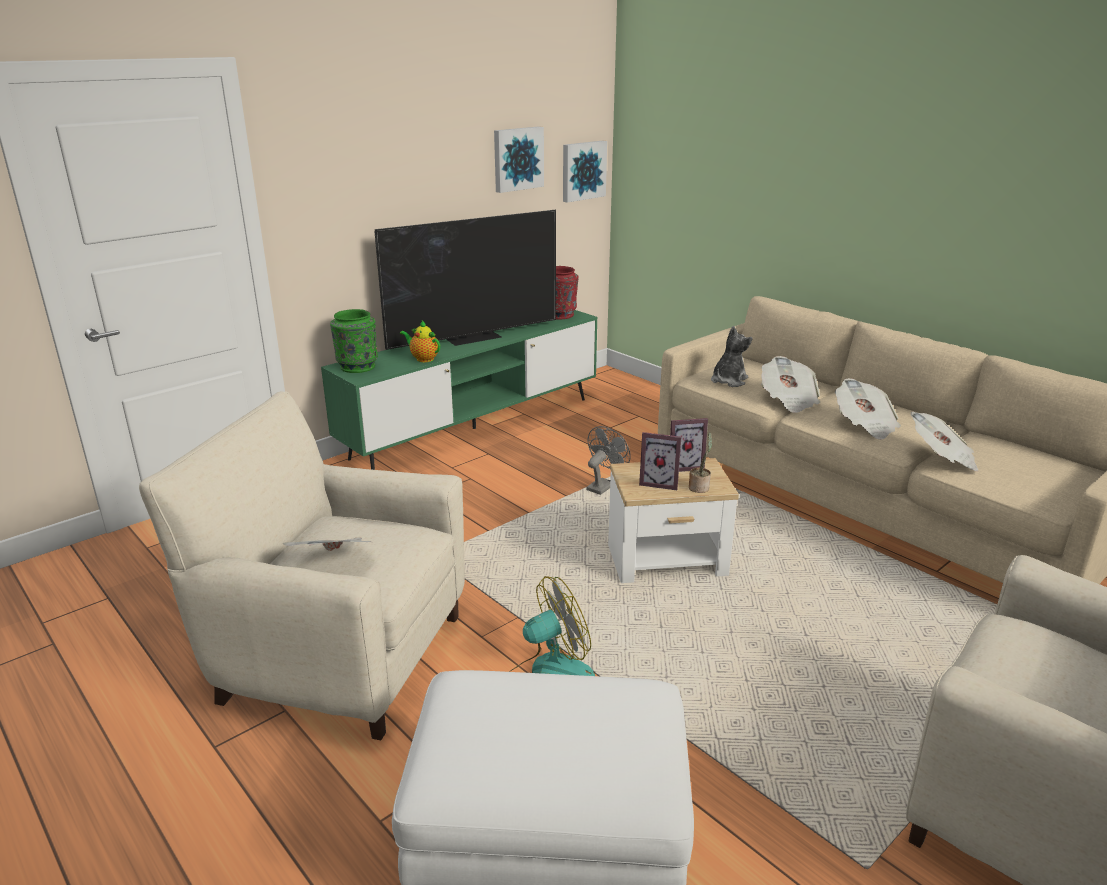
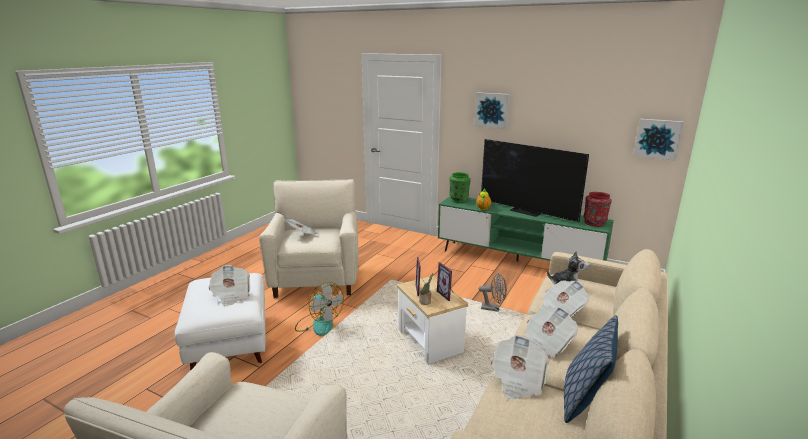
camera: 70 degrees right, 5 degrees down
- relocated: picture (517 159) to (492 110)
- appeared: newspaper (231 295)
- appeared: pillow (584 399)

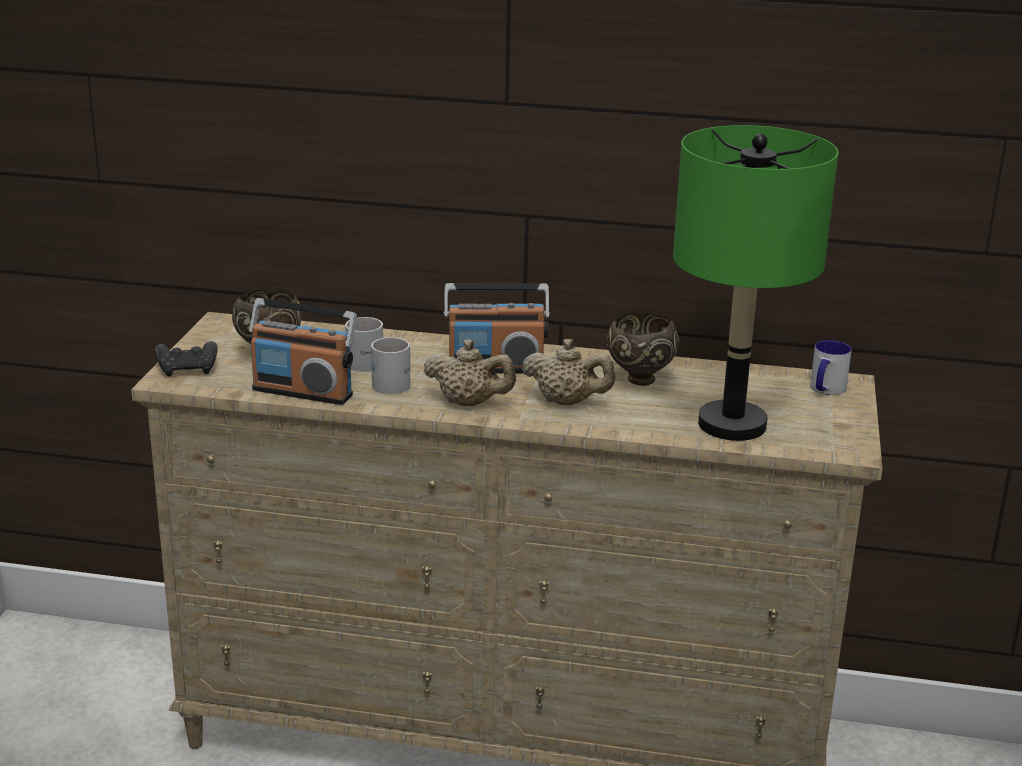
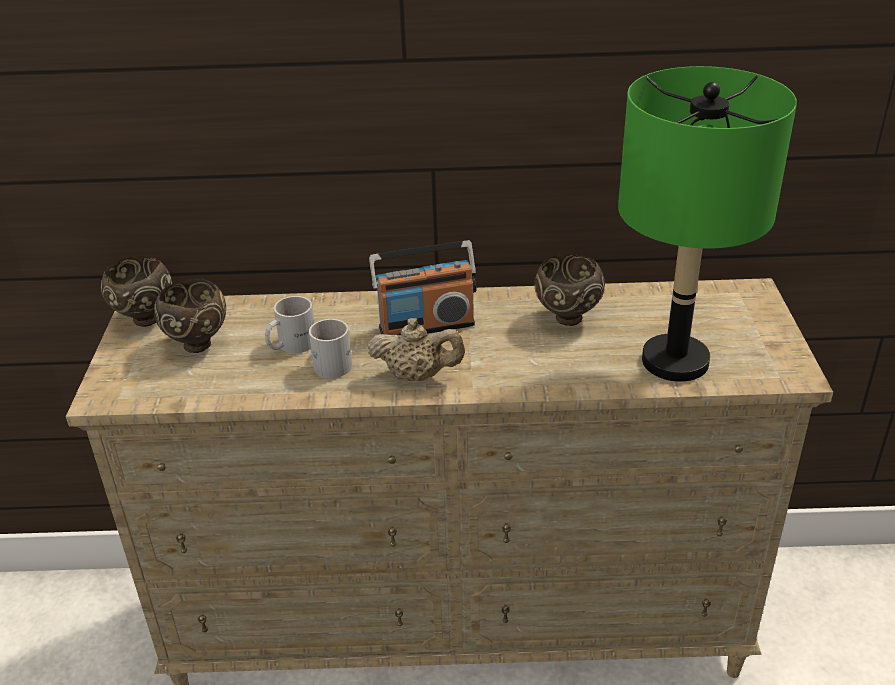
camera: 10 degrees left, 10 degrees up
- missing: game controller in black (188 370)
- missing: radio (303 392)
- missing: teapot in beige (567 402)
- missing: mug (825 390)
- appeared: bowl in brown (144 320)

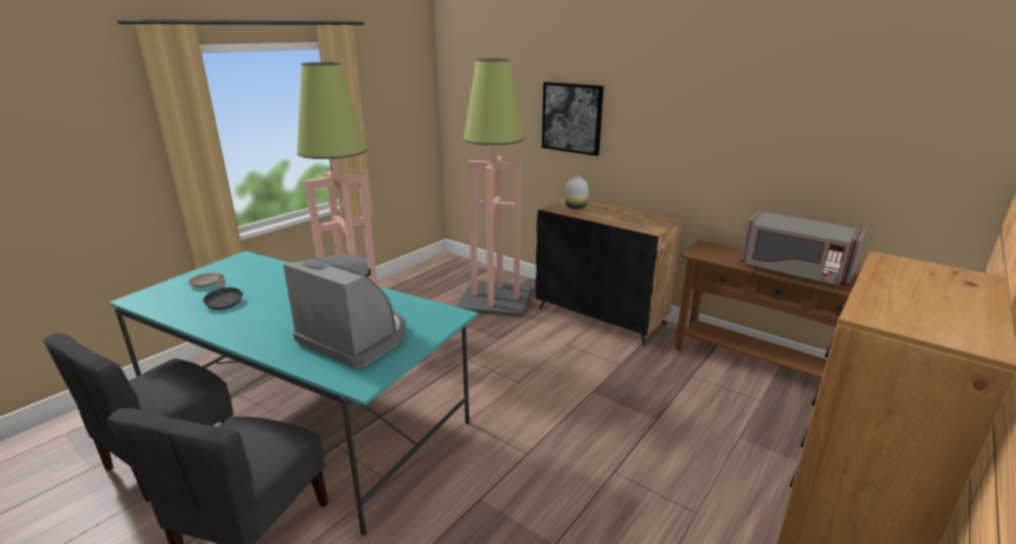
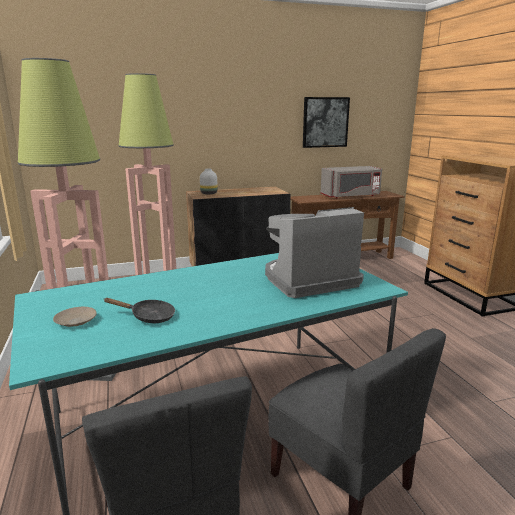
camera: 55 degrees left, 5 degrees down
- relocated: picture (572 118) to (325 122)

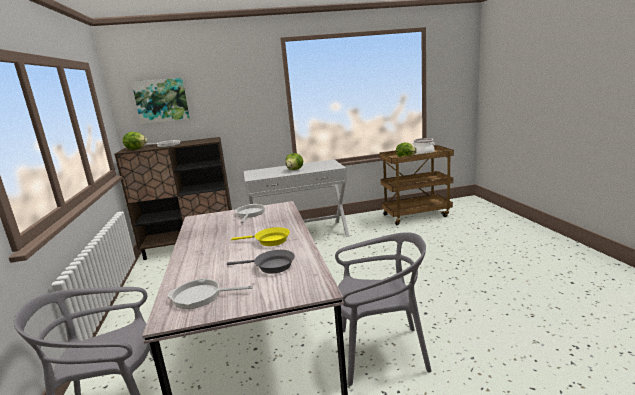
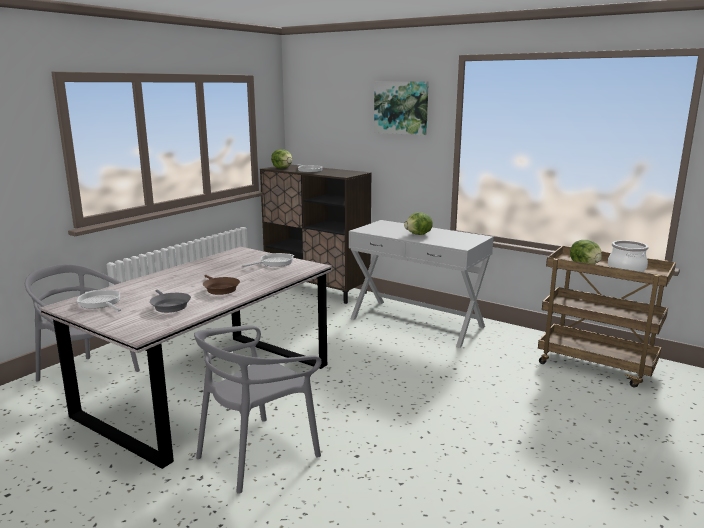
camera: 45 degrees right, 0 degrees up
- relocated: picture (161 100) to (401 107)
- colour: frying pan in yellow (269 241) to frying pan in brown (220 289)
- spun: chair in grey (381 352) = (257 454) 90 degrees clockwise

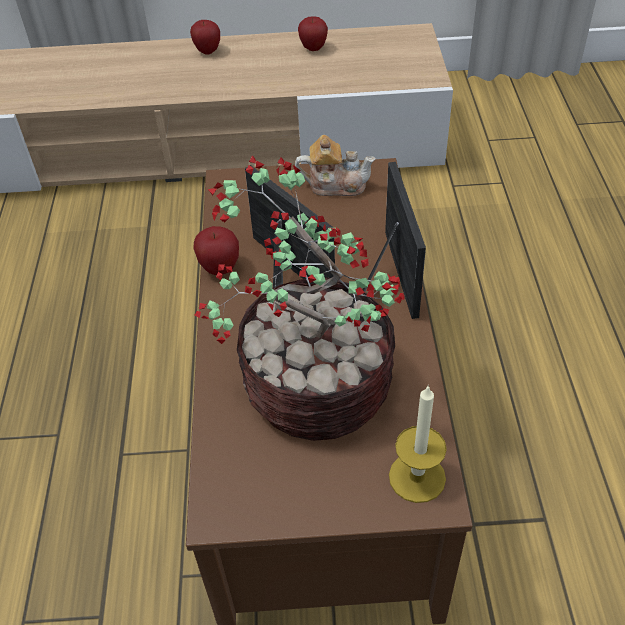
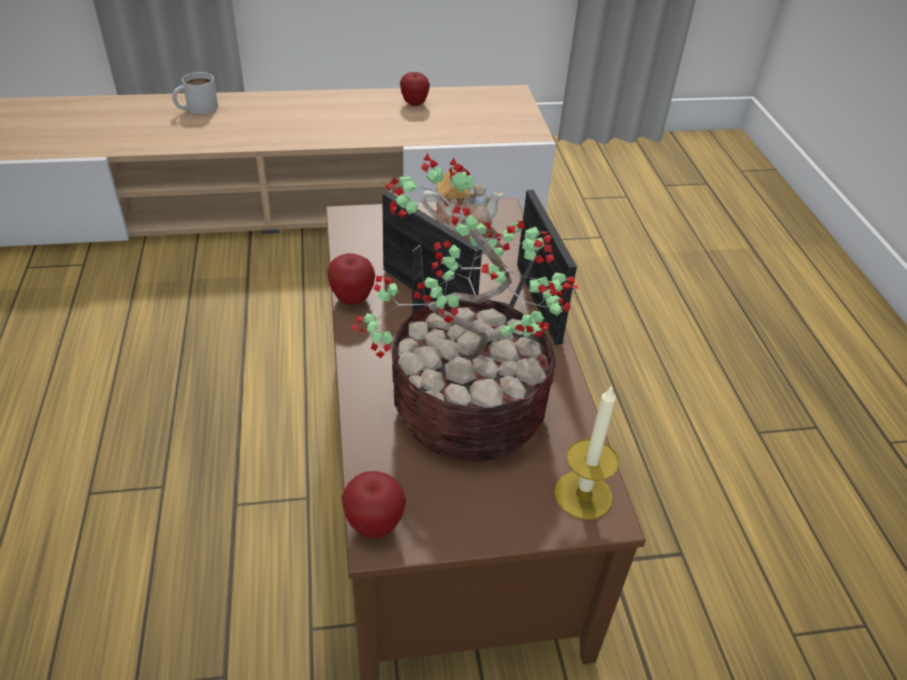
camera: 10 degrees left, 5 degrees down
- relocated: apple (208 51) to (374 525)
- appeared: mug in white (196 108)

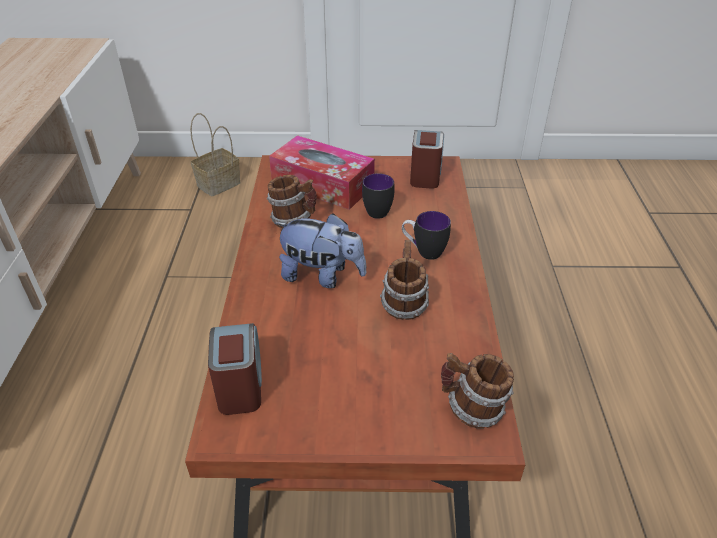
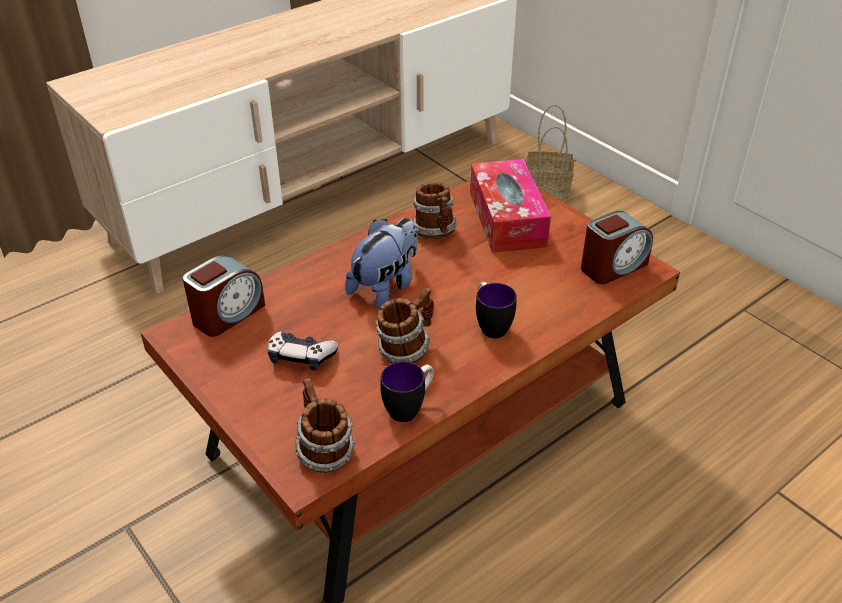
camera: 50 degrees right, 0 degrees up
- spun: plush toy (322 276) = (385 287) 120 degrees counterclockwise
- relocated: mug (377 209) to (409 408)
- appeared: game controller (301 357)

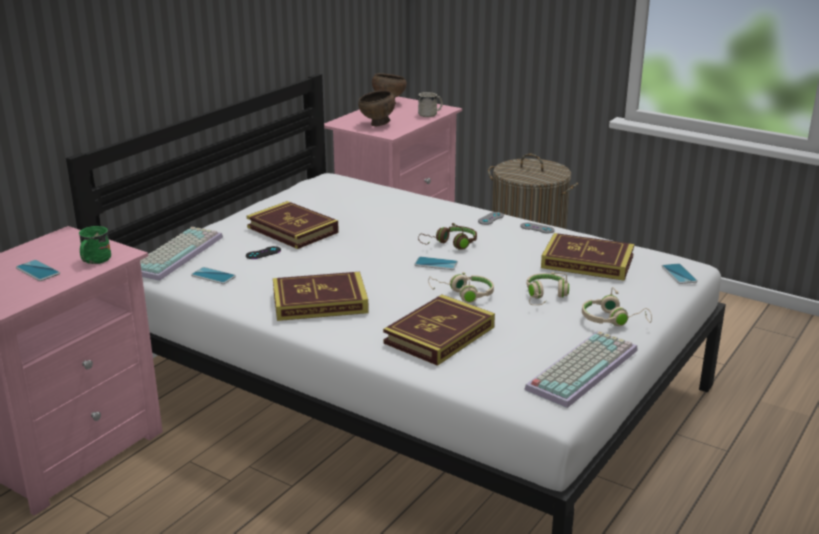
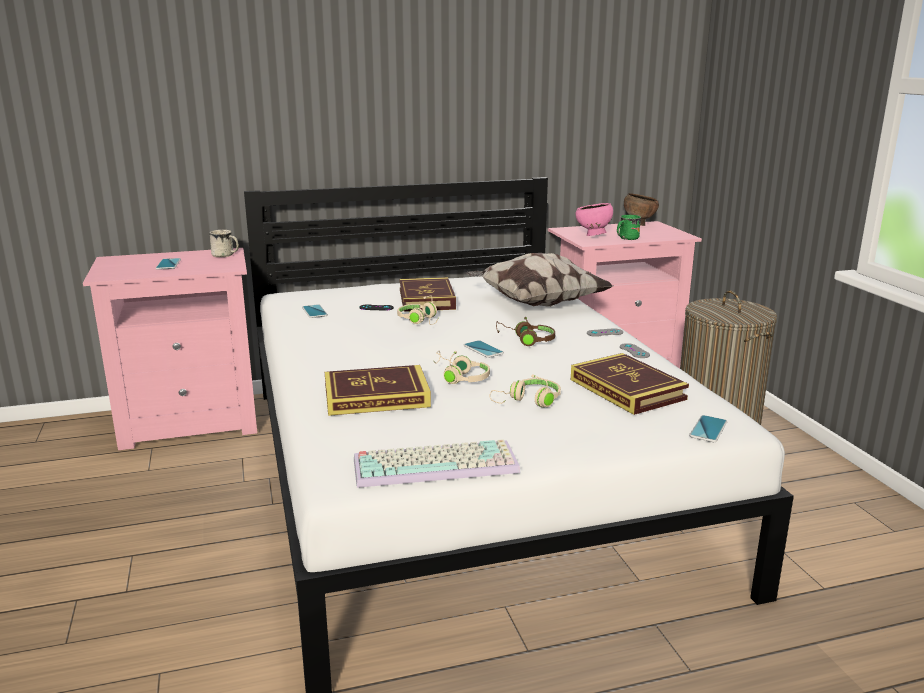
camera: 40 degrees right, 5 degrees down
- relocated: mug in green (94 261) to (626 238)
- missing: keyboard (175 253)
- missing: book (320 302)
- colour: bowl in brown (377 125) to bowl in pink (593 235)
- relocated: mug in white (430 114) to (226 255)
- relocated: headphones in beige (613 320) to (420 321)
- appeared: pillow (535 303)

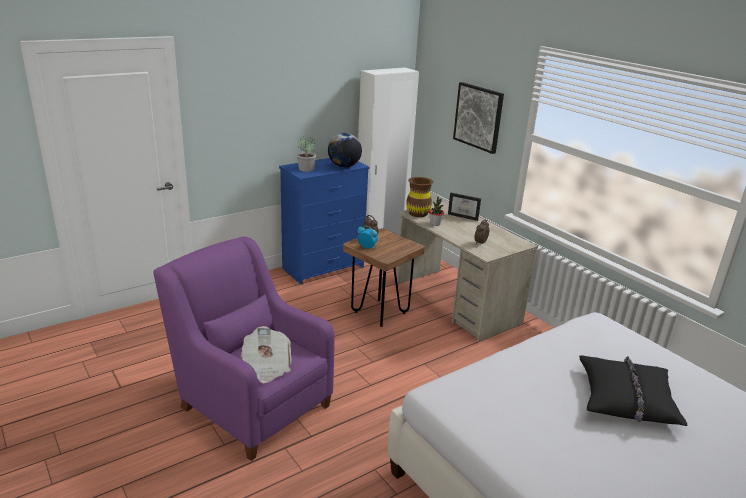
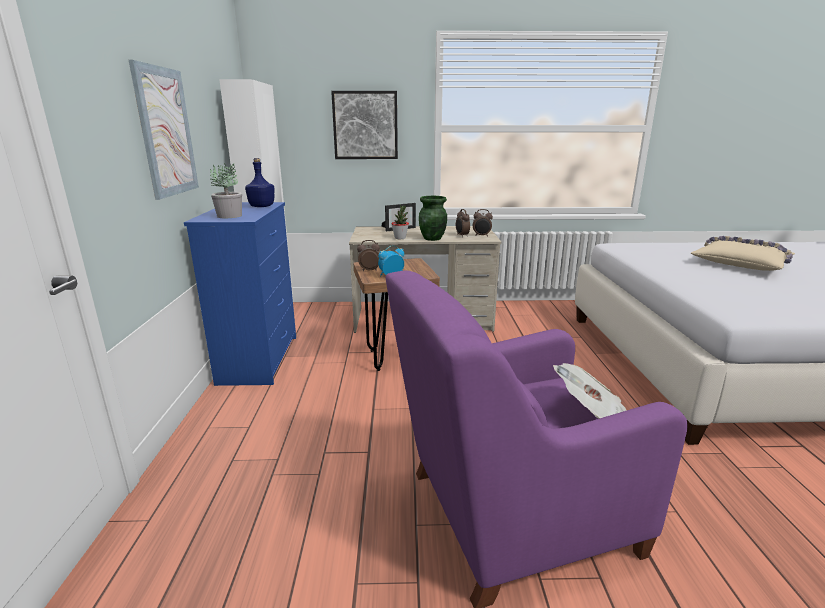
camera: 55 degrees left, 5 degrees down
- exchanged: globe (344 166) to bottle in blue (261 206)
- missing: vase in brown (418 213)
- colour: pillow in black (626 398) to pillow in beige (741 263)
- appeared: picture (166 132)
- appeared: vase in green (432 238)
- appeared: alarm clock (481 236)

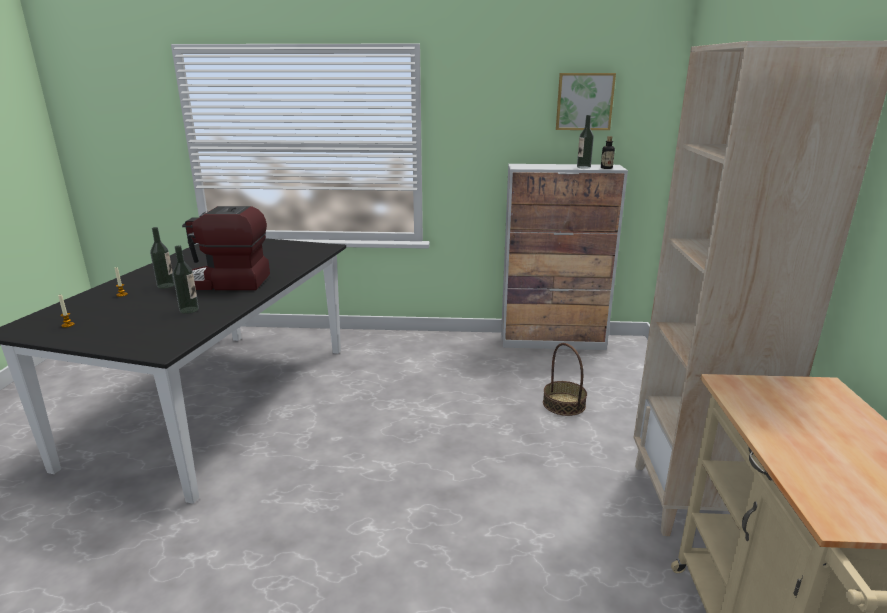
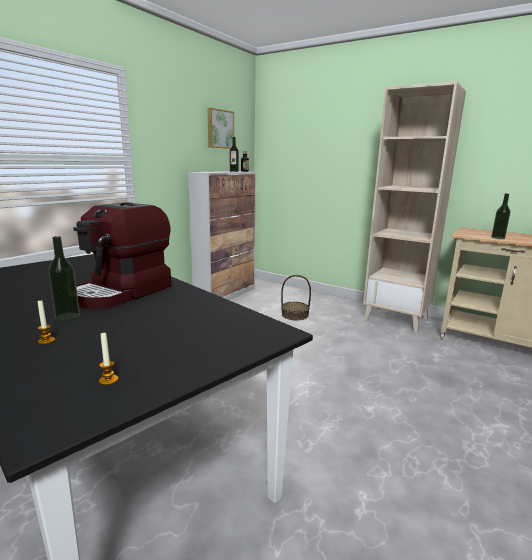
camera: 60 degrees left, 5 degrees down
- relocated: bottle (189 310) to (498 238)

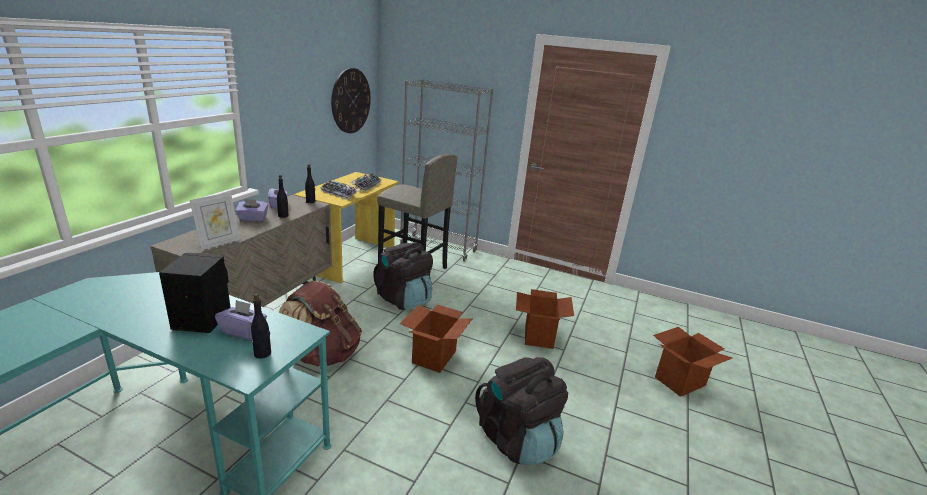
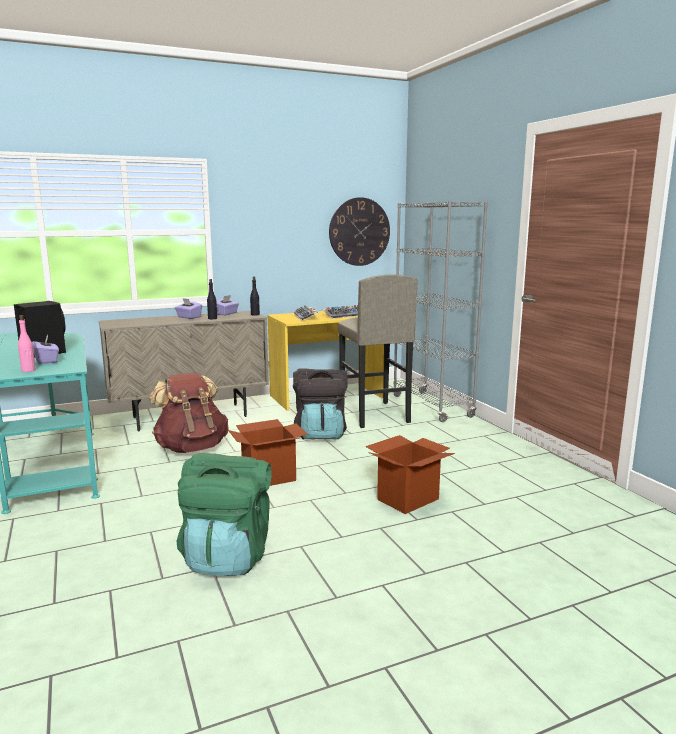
camera: 45 degrees right, 10 degrees down
- missing: picture frame (219 243)
- colour: bottle in black (263 354) to bottle in pink (28 370)
- colour: backpack in black (517 438) to backpack in green (228 556)
- missing: cardboard box (680 381)

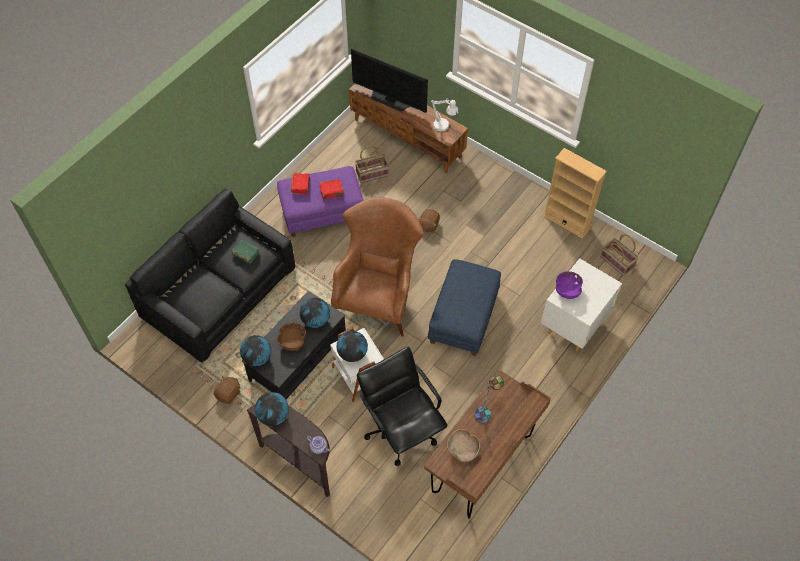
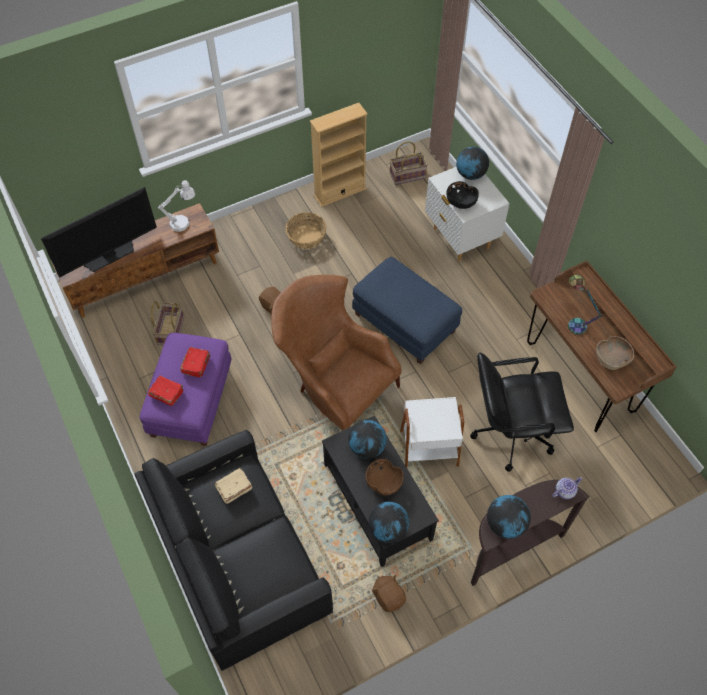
camera: 65 degrees left, 0 degrees up
- colour: book in green (246 254) to book in beige (233 488)
- relocated: globe (352 353) to (470 174)
- colour: bowl in purple (567 290) to bowl in black (460 202)
- appeared: basket (306 237)

